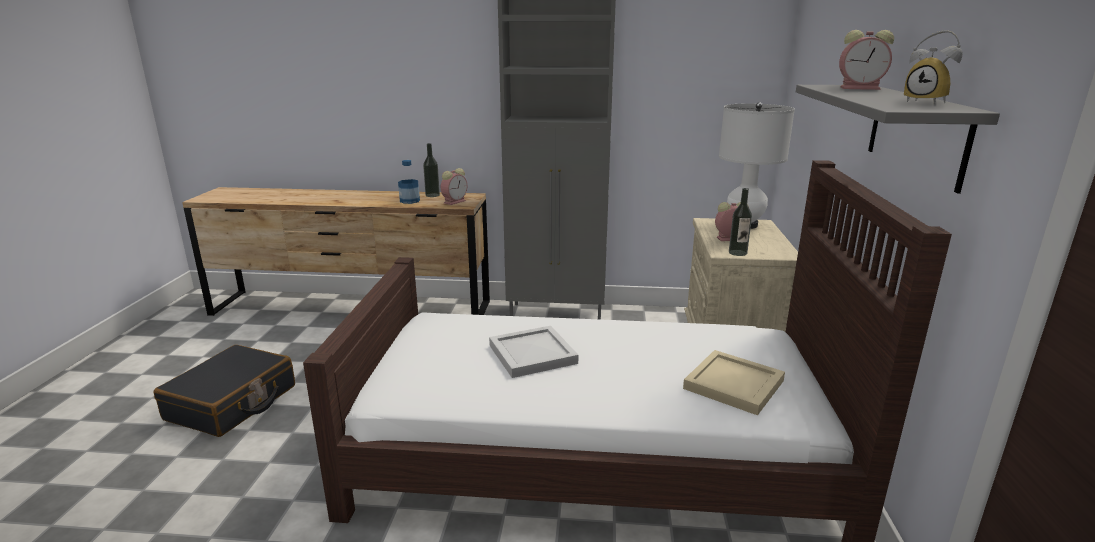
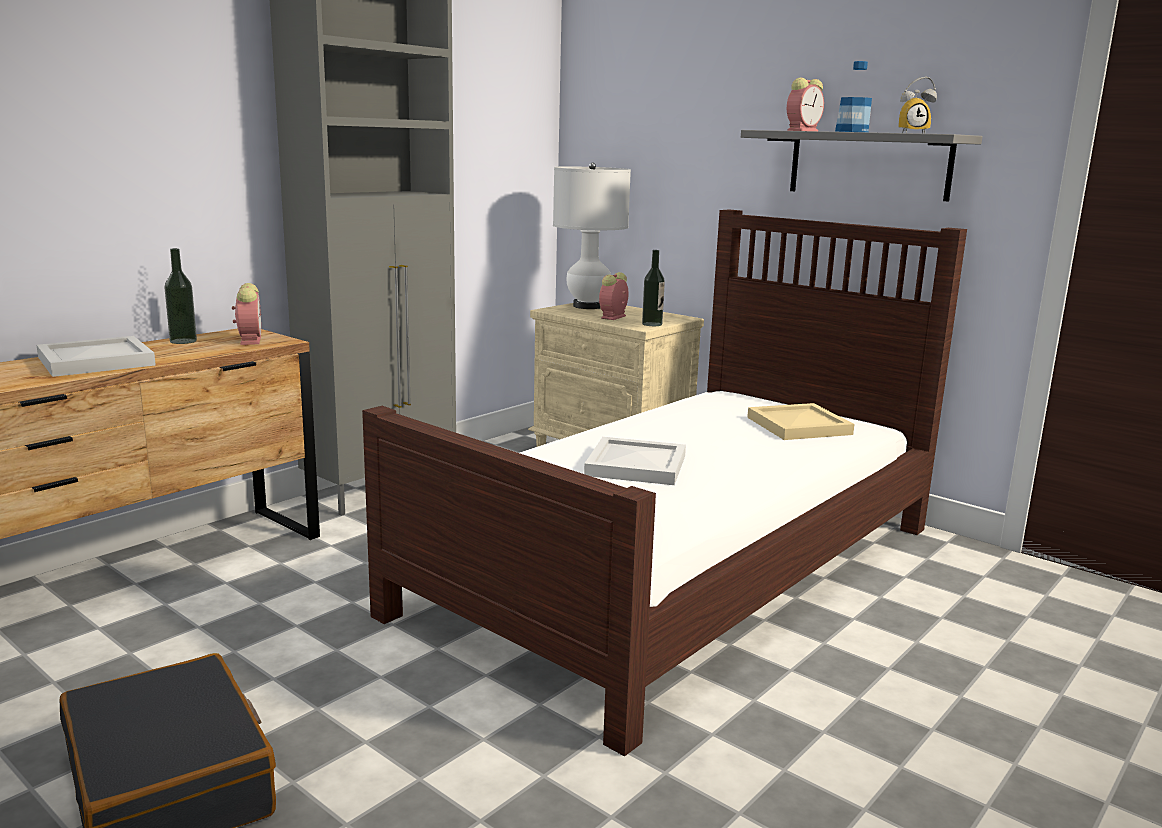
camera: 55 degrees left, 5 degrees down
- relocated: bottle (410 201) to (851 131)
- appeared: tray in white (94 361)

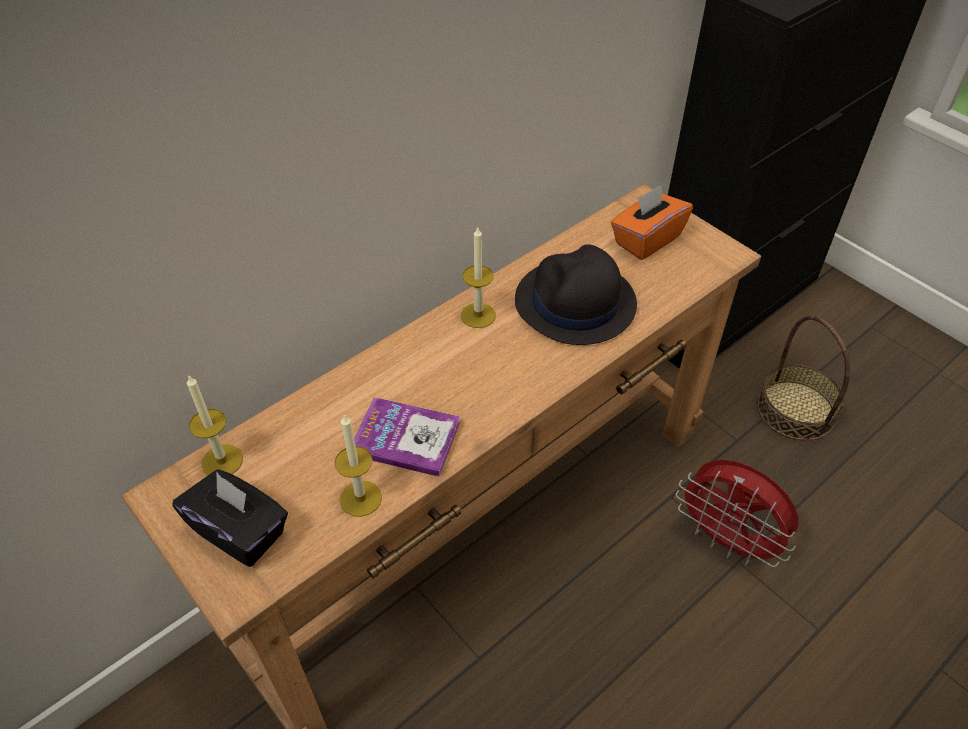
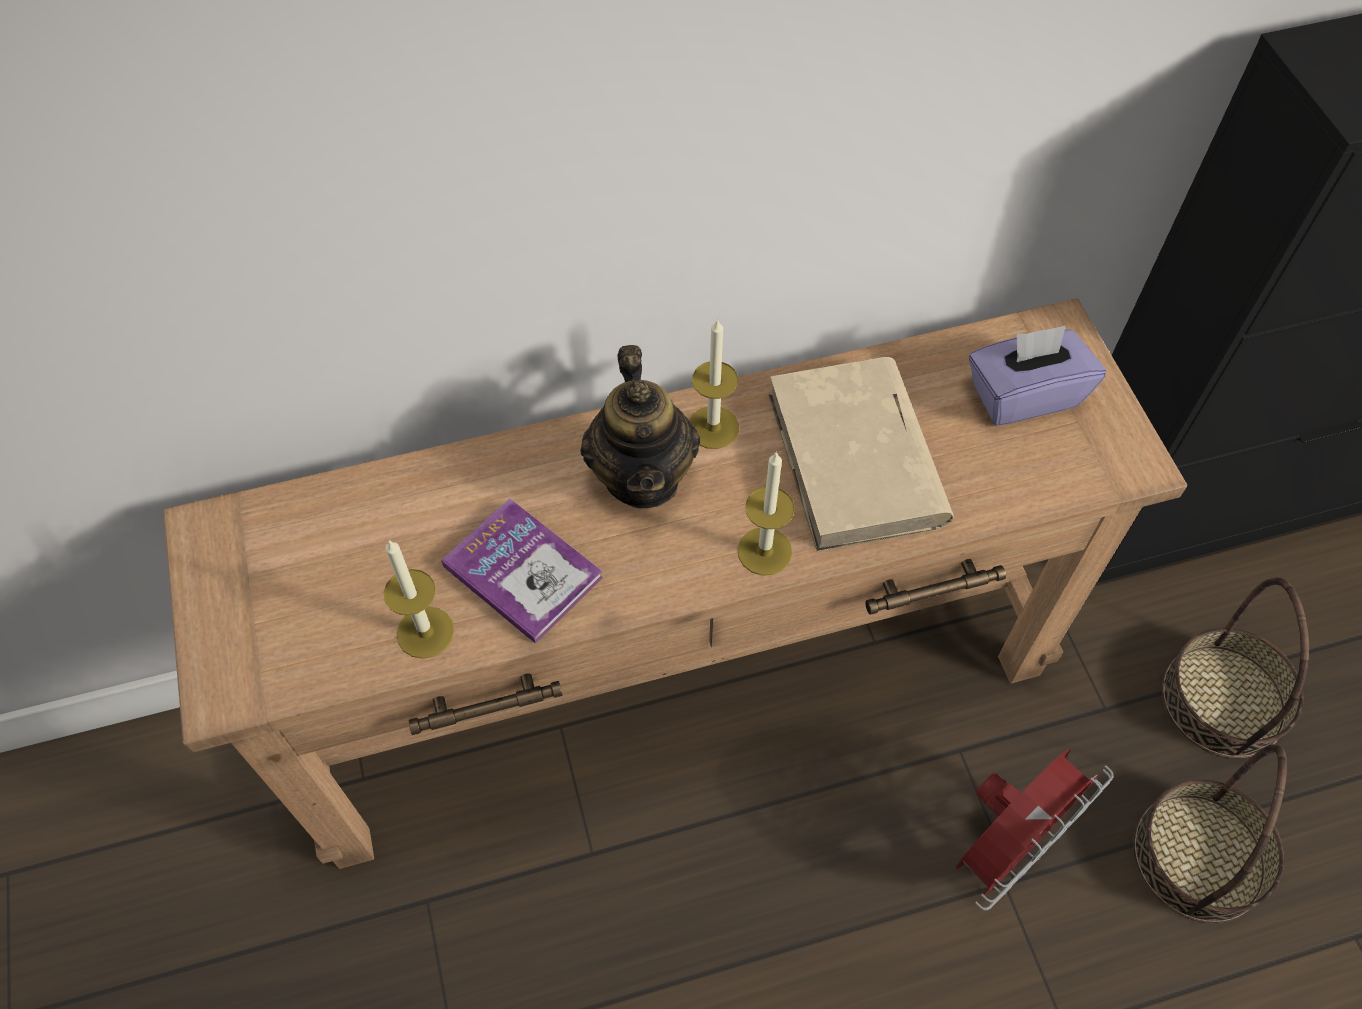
camera: 25 degrees right, 10 degrees up
- missing: tissue box in black (240 531)
- relocated: candle (222 461) to (764 551)
- exchanged: hat in black (575 304) to book in beige (857 460)
- colour: tissue box in orange (646 239) to tissue box in purple (1023 395)
- spun: fan in red (727 541) = (1006 848) 105 degrees counterclockwise
- appeared: teapot (643 476)
- appeared: basket (1199 857)

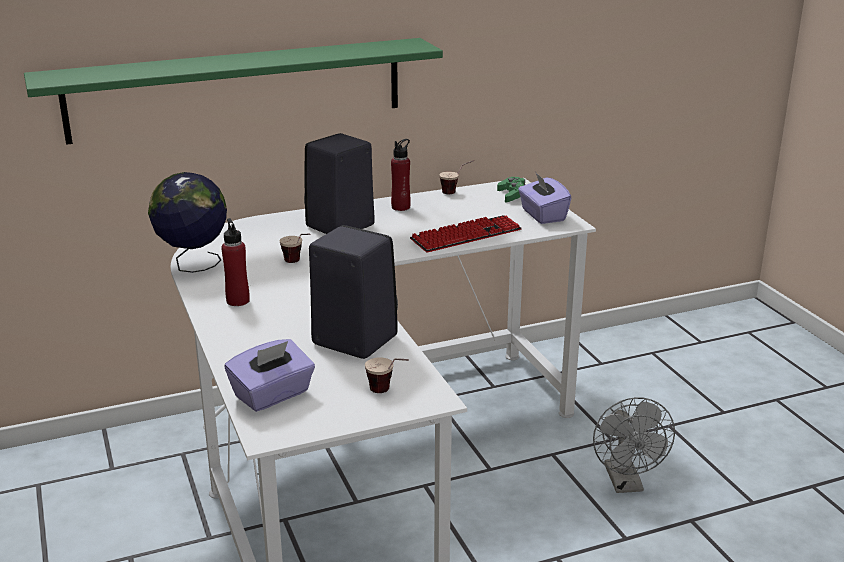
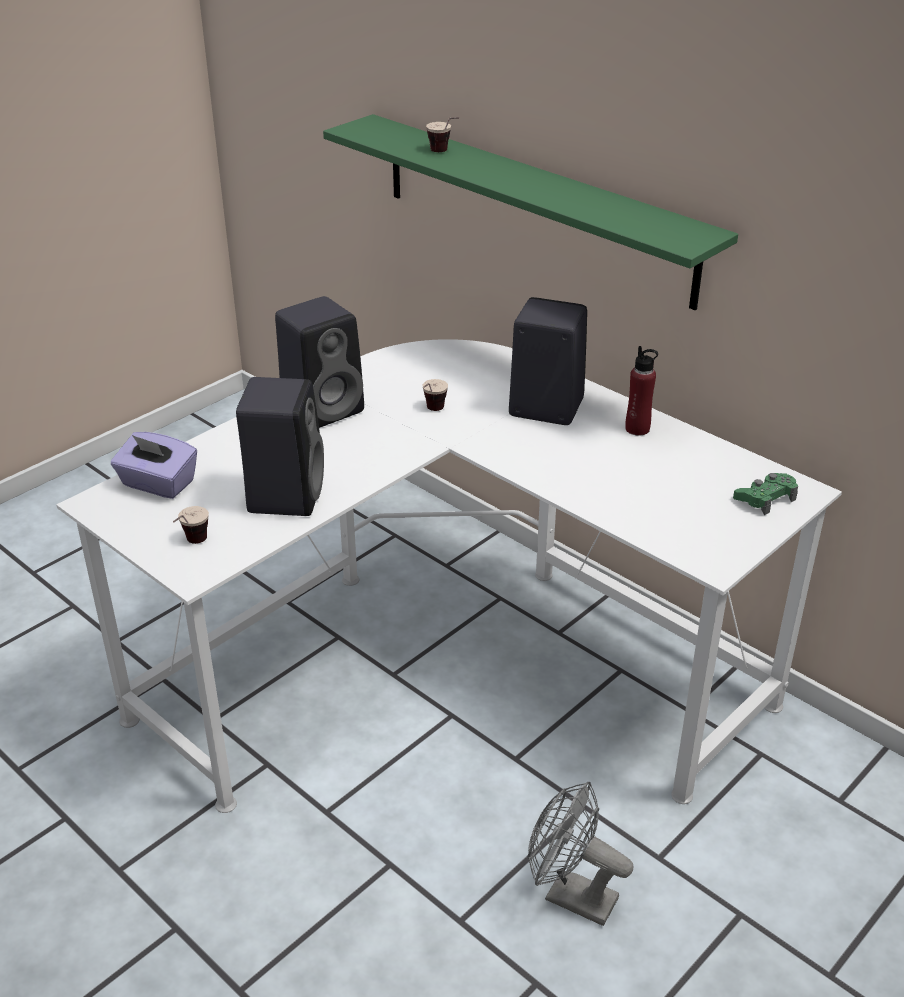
camera: 65 degrees right, 10 degrees up
- missing: globe (193 265)
- exchanged: bottle in red (238 301) to speaker in black (324 408)
- missing: keyboard (466 236)
- relocated: cup (456 192) to (445 153)
- missing: tissue box in purple (542 215)
- spun: fan in grey (626 484) = (570 896) 60 degrees clockwise

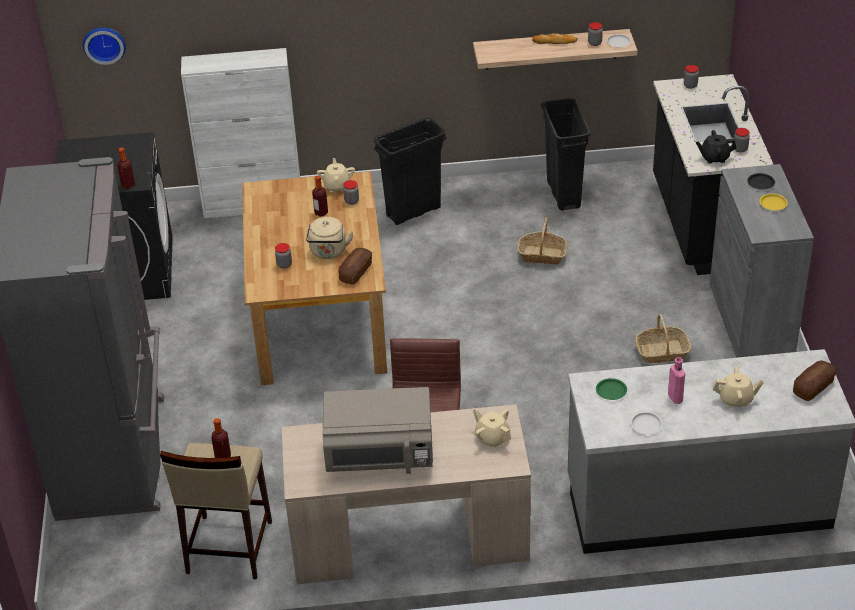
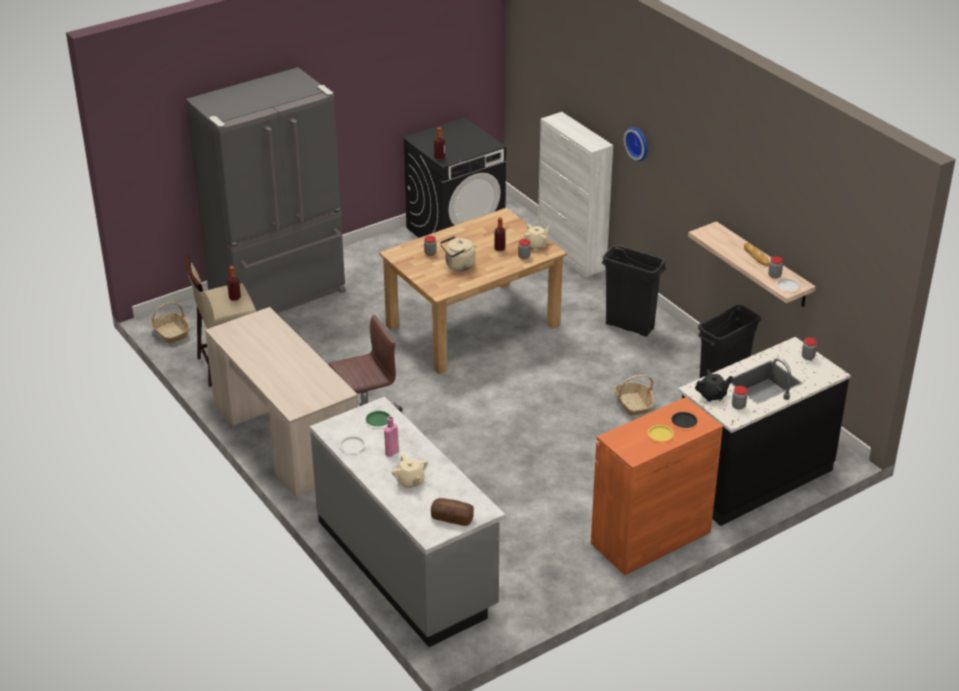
camera: 60 degrees right, 5 degrees down
- relocated: wall clock (104 44) to (638 143)
- missing: microwave in grey (380 456)
- missing: bread (356 272)
- missing: teapot in beige (492 438)
- relocated: basket (662 352) to (171 333)
- spun: teapot in black (714 158) = (712 395) 105 degrees clockwise
- colour: cabinet in grey (751 318) to cabinet in orange (650 538)

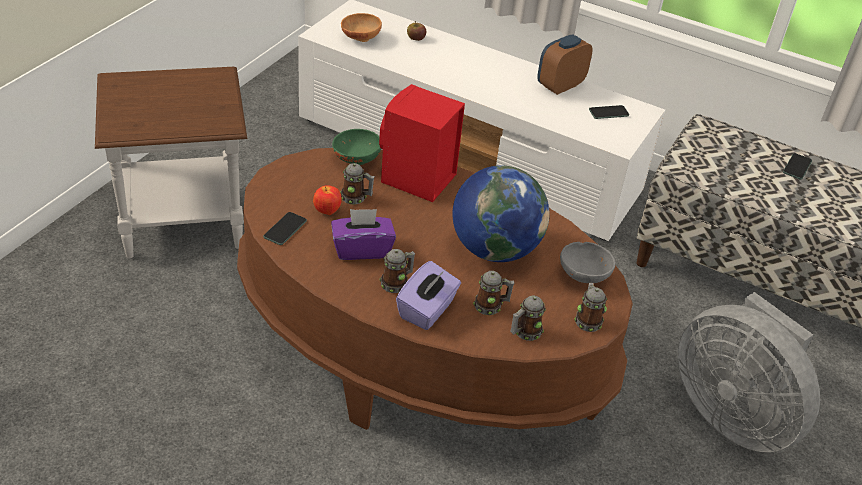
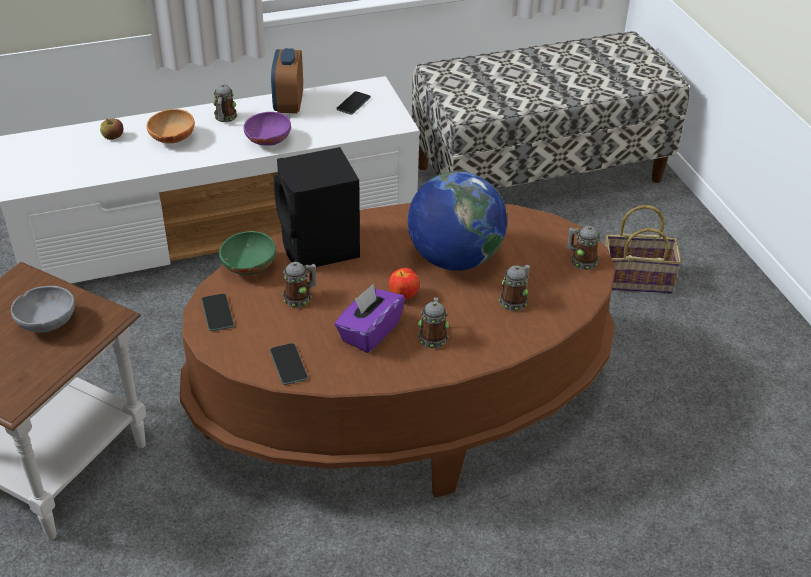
camera: 45 degrees left, 0 degrees up
- relocated: apple (327 211) to (403 297)
- relocated: bowl in brown (360 38) to (171 139)
- colour: speaker in red (416 180) to speaker in black (320 249)
- missing: tissue box in purple (427 310)
- relocated: mug (524 332) to (225 118)
- relocated: bowl in grey (584 275) to (47 323)
- exchanged: fan in grey (732 414) to basket (638 279)
- relocated: phone (797 167) to (217 313)
- appeared: bowl in purple (267 141)

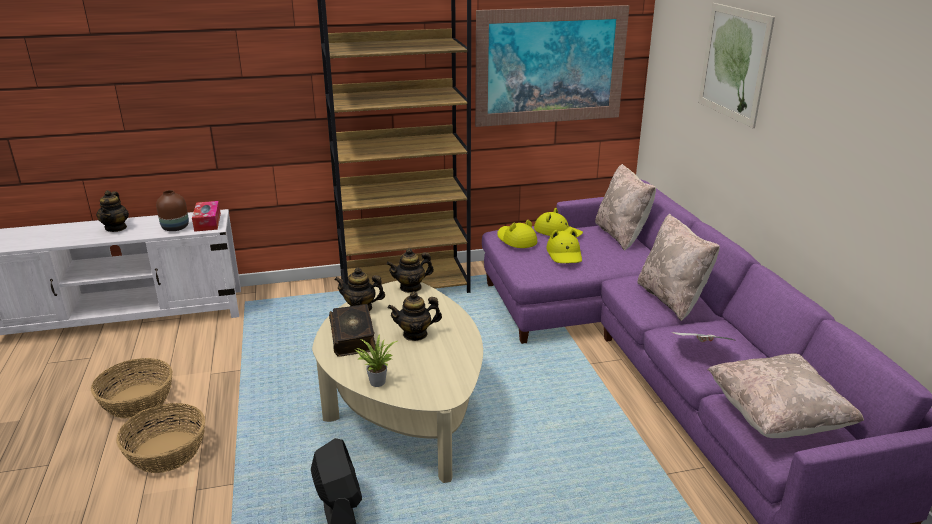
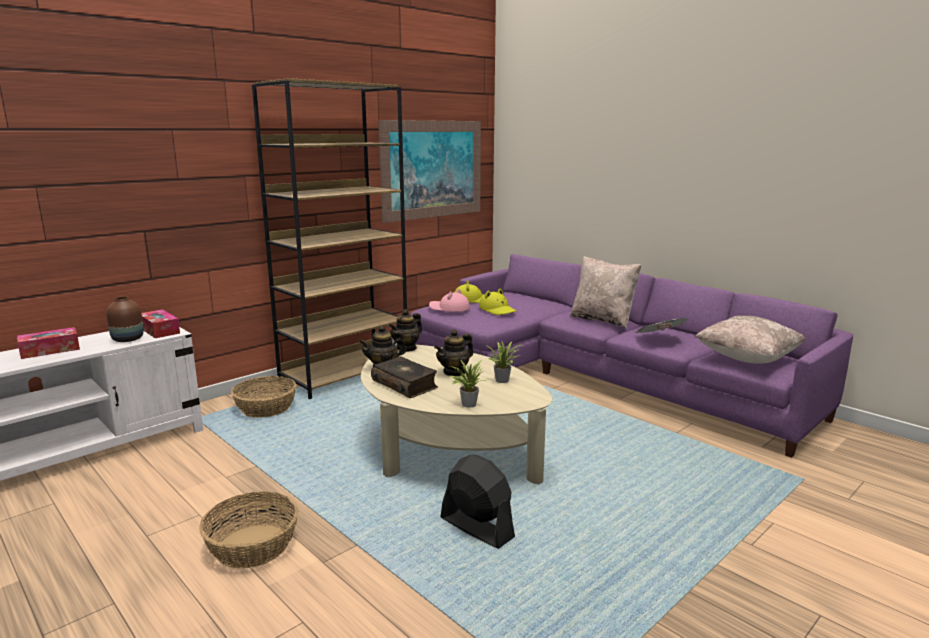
camera: 30 degrees left, 10 degrees down
- relocated: basket (138 401) to (266 408)
- exchanged: teapot (116 228) to tissue box (50 350)
- colour: hat in yellow (516 240) to hat in pink (449 308)
- missing: pillow in beige (621 235)
- missing: picture (734 63)
- appeared: potted plant (503 380)

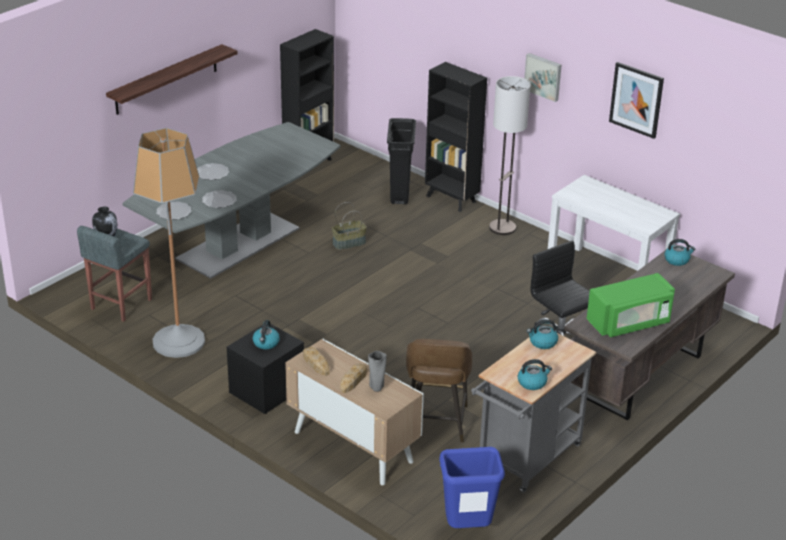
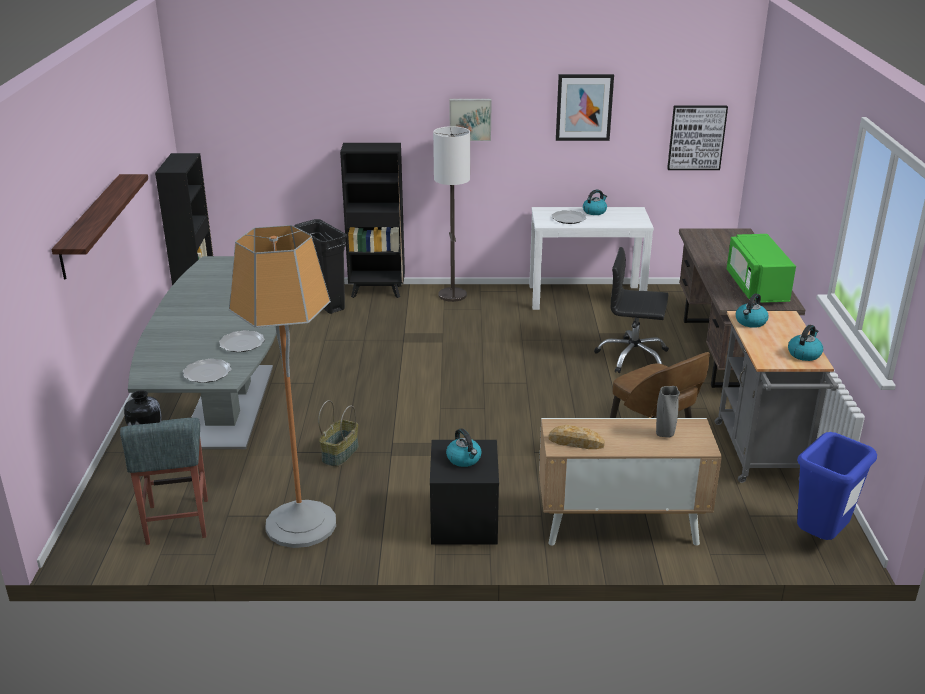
camera: 40 degrees left, 5 degrees down
- relocated: plate (212 173) to (569 218)
- relocated: basket (349 243) to (340 453)
- missing: bread (353 380)
- spun: microwave in green (629 322) = (756 287) 150 degrees clockwise
- relocated: kettle (677 260) to (594 211)
- appeared: picture (696 137)

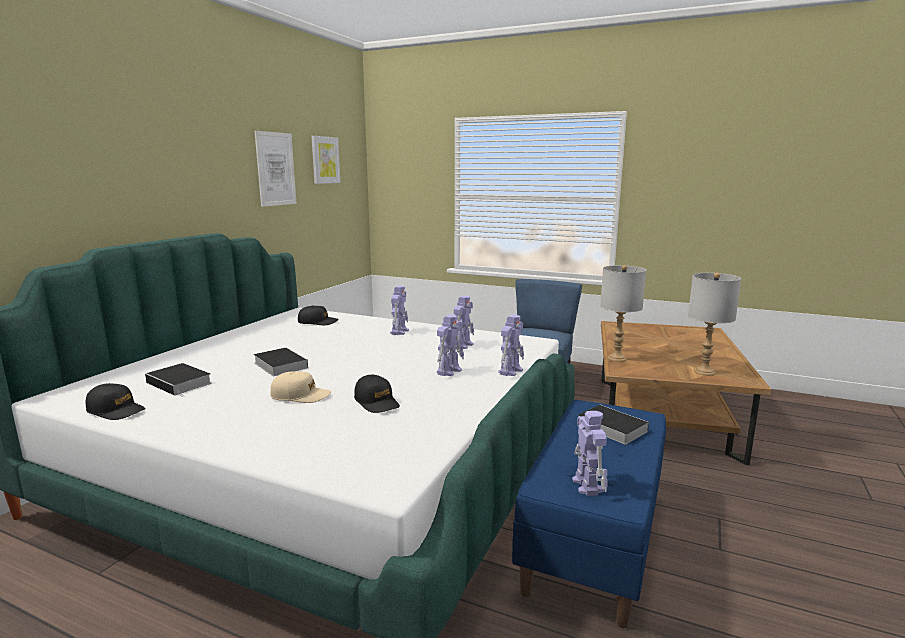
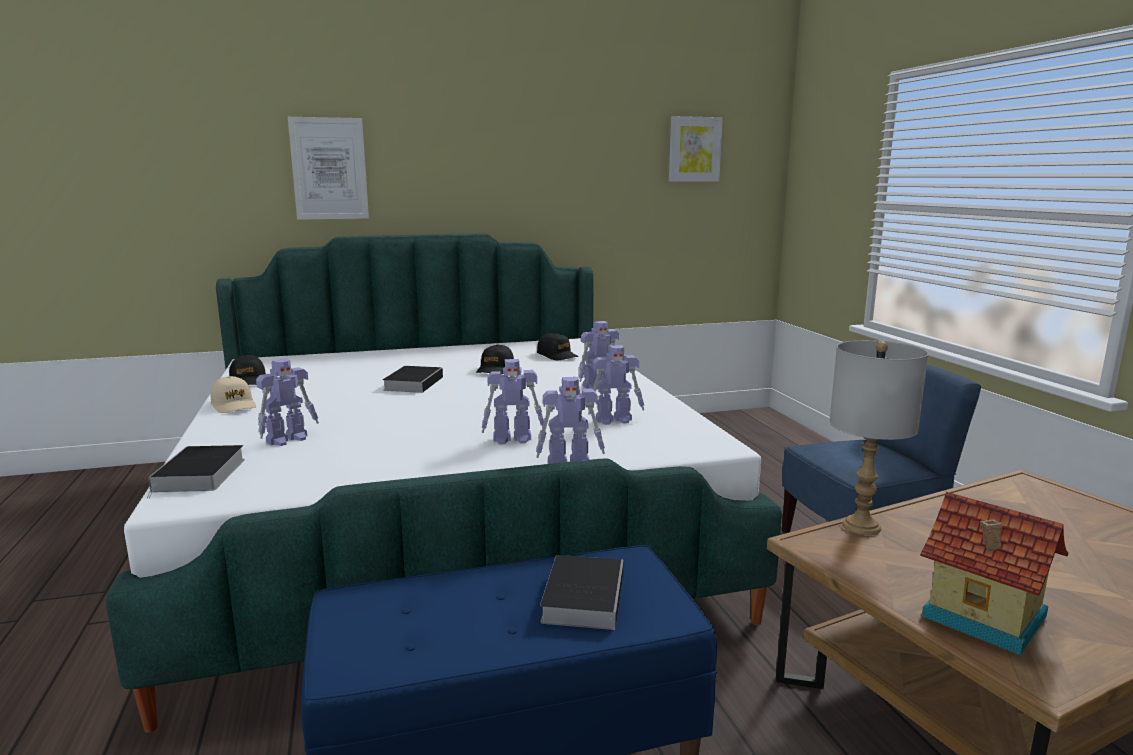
camera: 50 degrees right, 0 degrees up
- relocated: book (180 383) to (200 475)
- relocated: picture (276 169) to (329 169)
- relocated: cap in beige (300 396) to (234 405)
- relocated: cap in black (377 402) to (495 369)
- relocated: toy robot (587 484) to (288 439)
- exchanged: table lamp in grey (704 372) to toy house (983 618)

